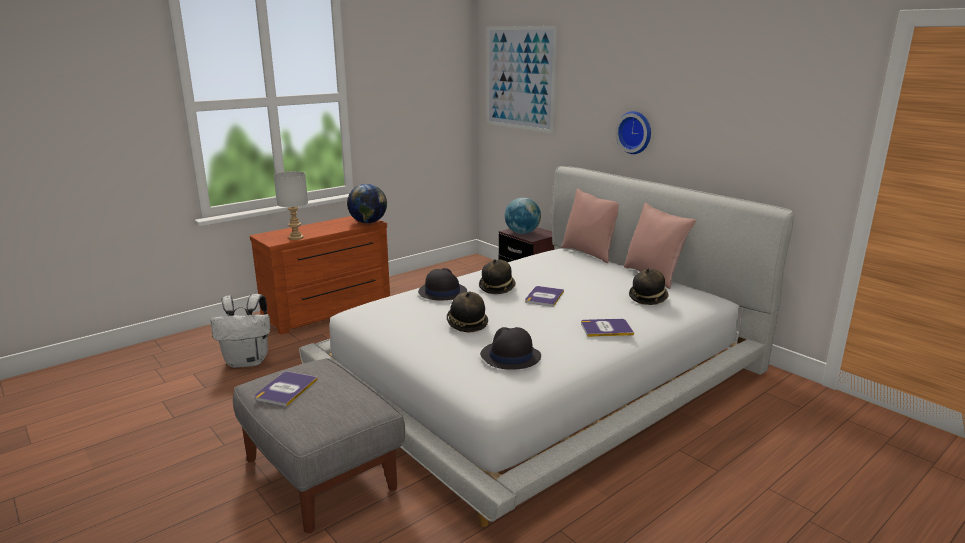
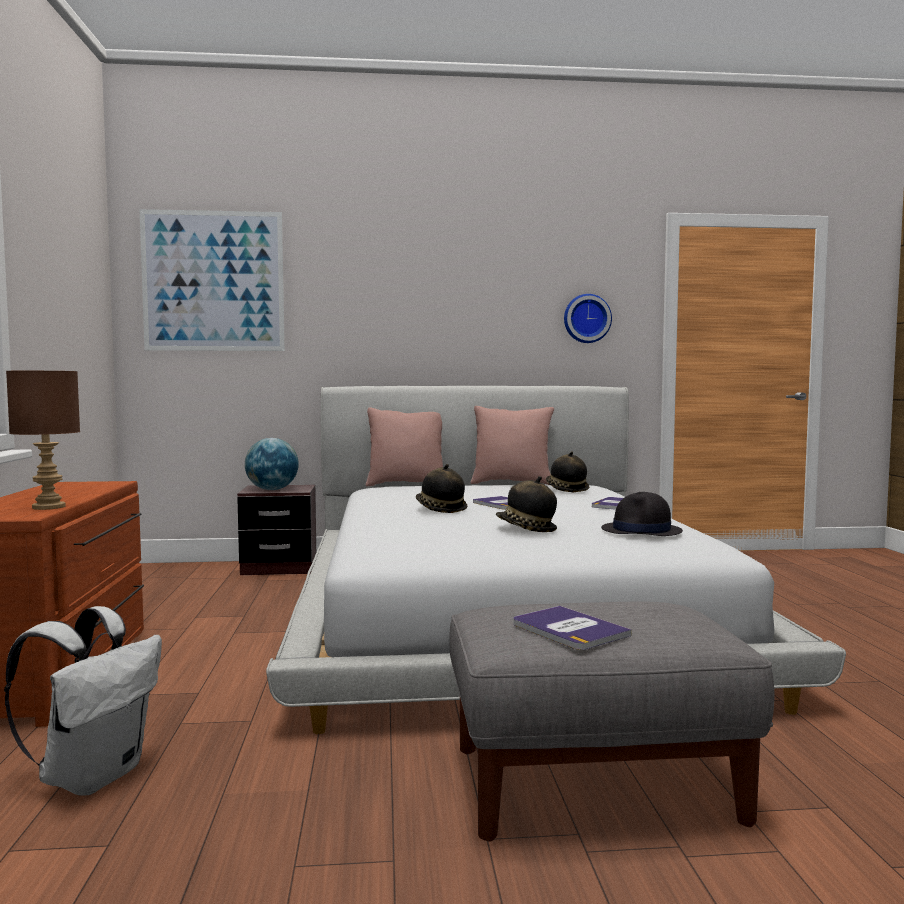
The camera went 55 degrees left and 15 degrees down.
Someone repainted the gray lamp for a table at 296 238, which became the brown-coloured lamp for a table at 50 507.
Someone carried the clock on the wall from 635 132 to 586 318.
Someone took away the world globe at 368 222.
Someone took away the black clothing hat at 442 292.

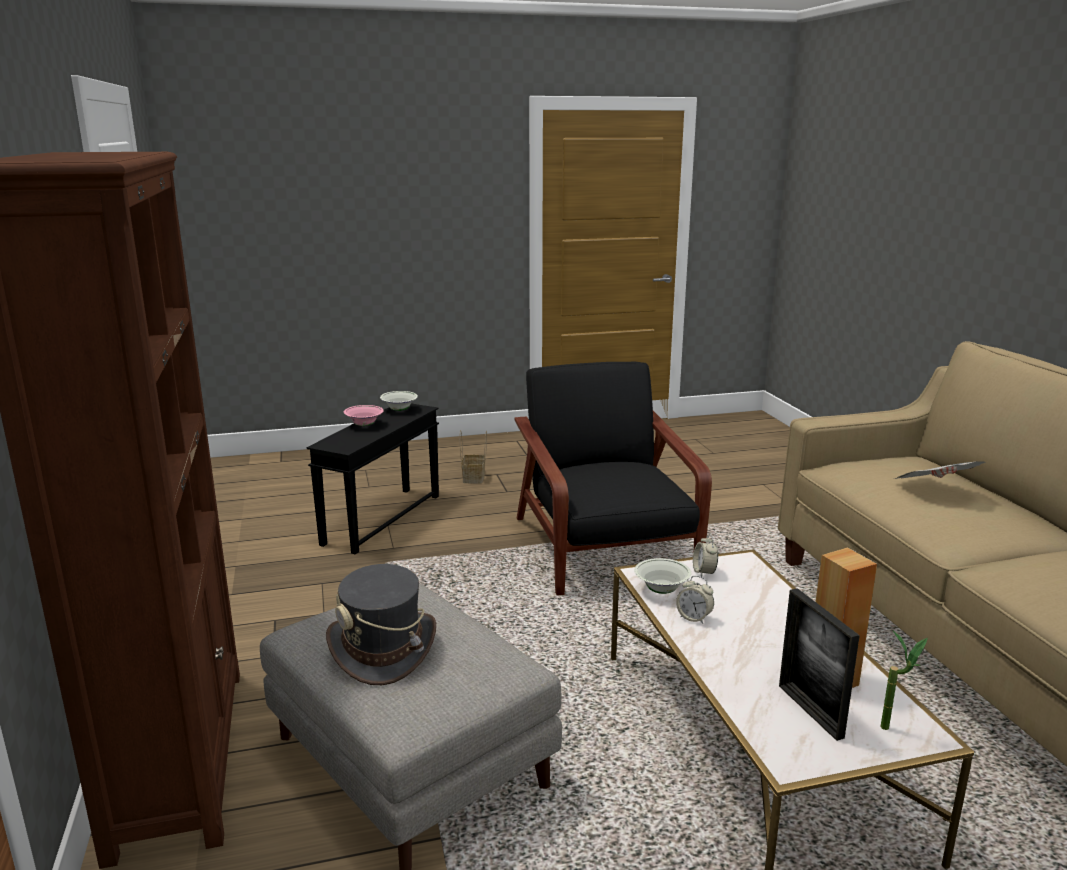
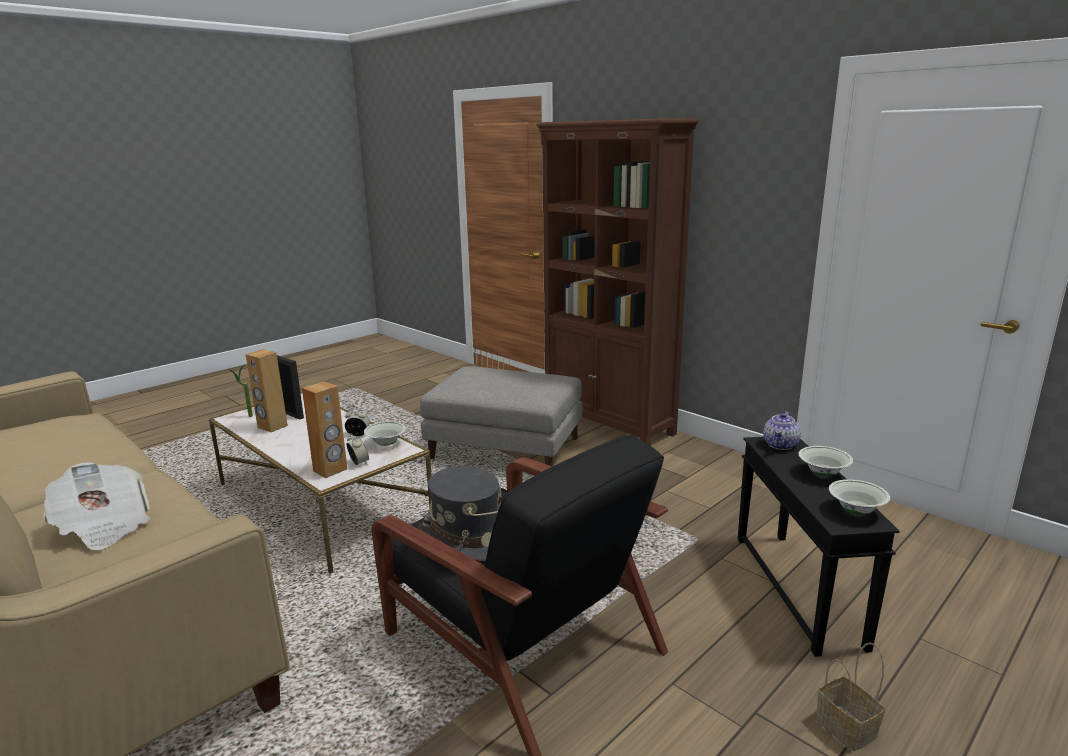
The camera went 150 degrees right and 0 degrees up.
Someone put down the brown-coloured audio speaker at 330 470.
Someone carried the gray clothing hat from 383 649 to 466 536.
Someone put down the teapot at 781 445.
Someone repainted the pink-coloured deep dish at 364 425, which became the white-coloured deep dish at 823 474.

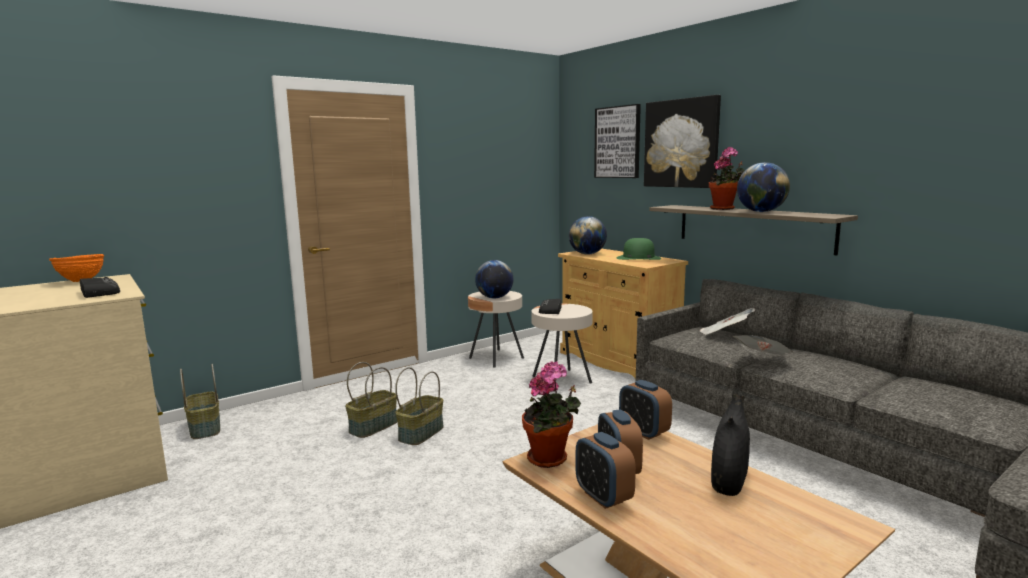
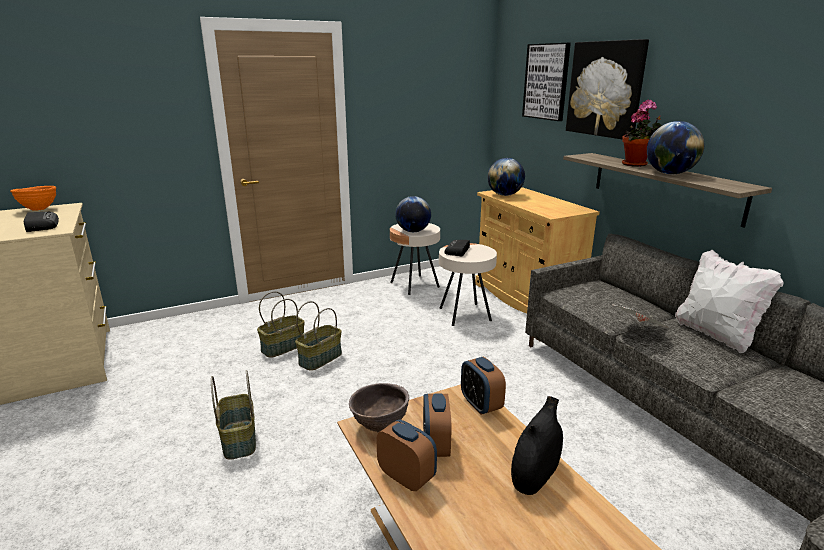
The camera went 10 degrees right and 10 degrees up.
Someone carried the household basket from 204 428 to 238 439.
Someone swapped the plant in a pot at 550 460 for the brown-coloured deep dish at 379 426.
Someone rotated the bedside clock at 603 497 by 150 degrees clockwise.
Someone put down the white-coloured pillow at 715 335.
Someone took away the green-coloured clothing hat at 638 258.
Someone took away the daily paper at 724 335.

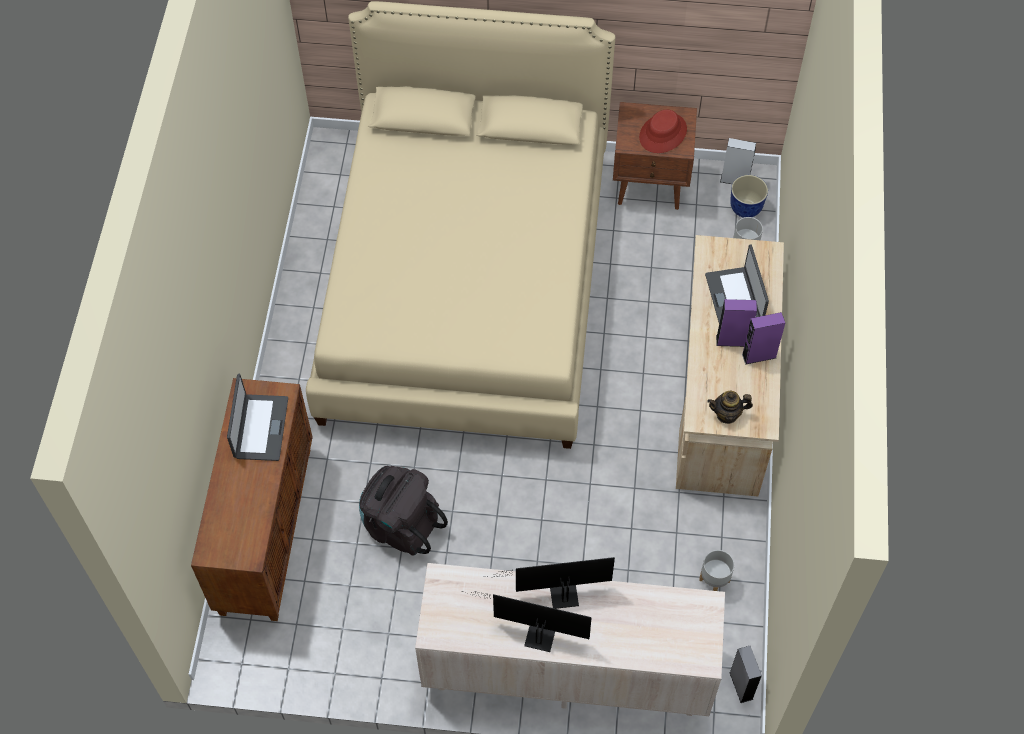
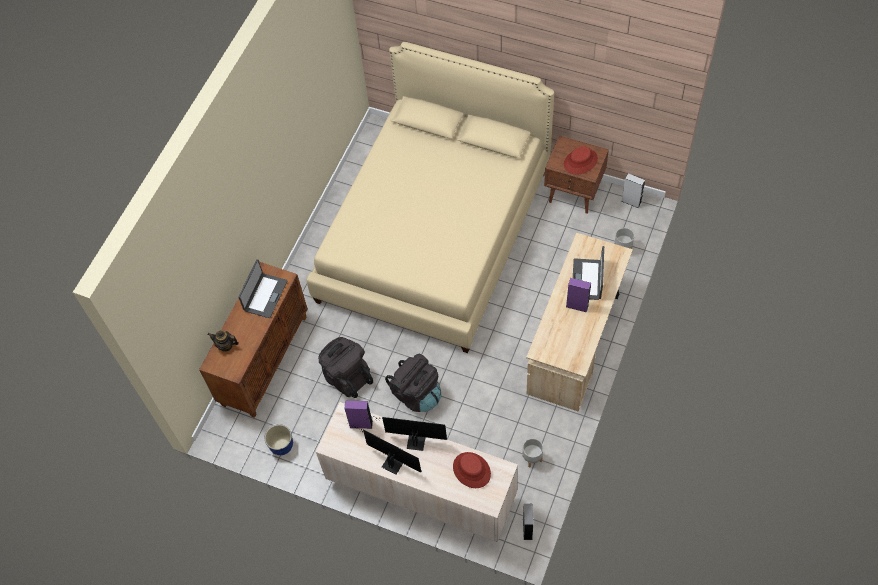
The camera went 20 degrees right and 0 degrees up.
Someone carried the teapot from 727 414 to 226 345.
Someone carried the plant pot from 746 208 to 282 446.
Someone carried the purple audio speaker from 759 356 to 361 424.
Someone put down the black backpack at 416 394.
Someone put down the red-coloured clothing hat at 471 470.

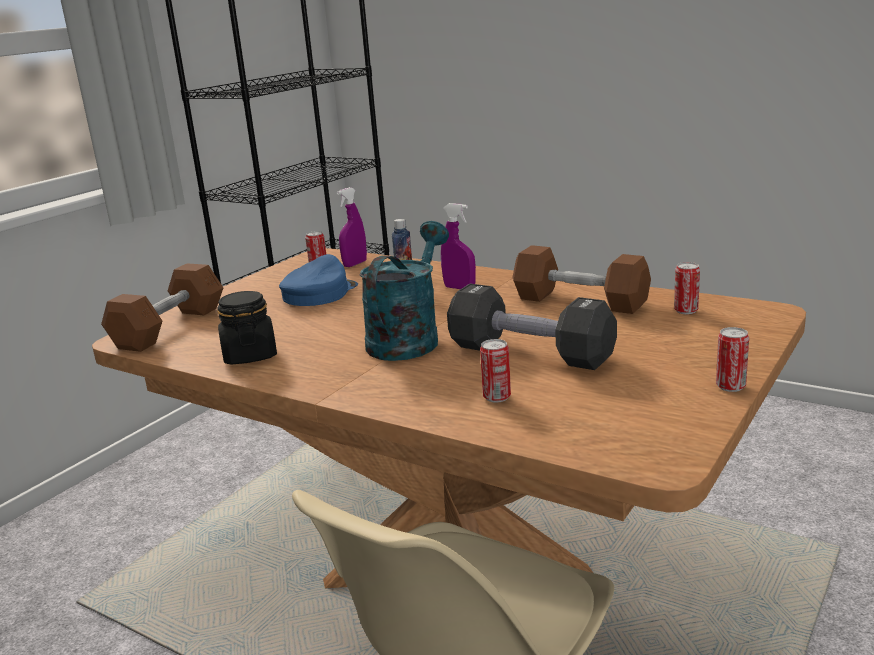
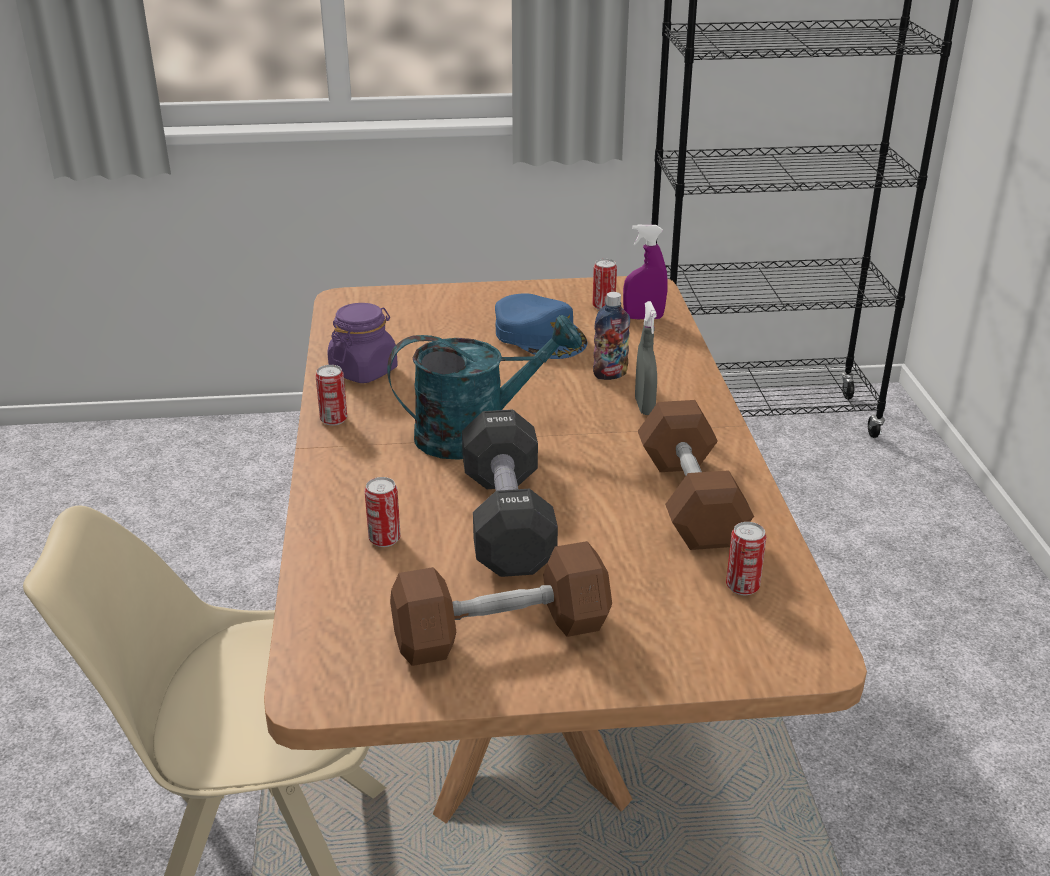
The camera went 50 degrees right and 10 degrees up.
Someone carried the can from 730 386 to 333 419.
Someone repainted the black storage jar at 250 355, which became the purple storage jar at 364 371.
Someone carried the brown-coloured dumbbell from 169 327 to 501 633.
Someone rotated the blue baseball cap at 319 293 by 60 degrees clockwise.
Someone repainted the purple sprayer at 459 288, which became the gray sprayer at 644 406.

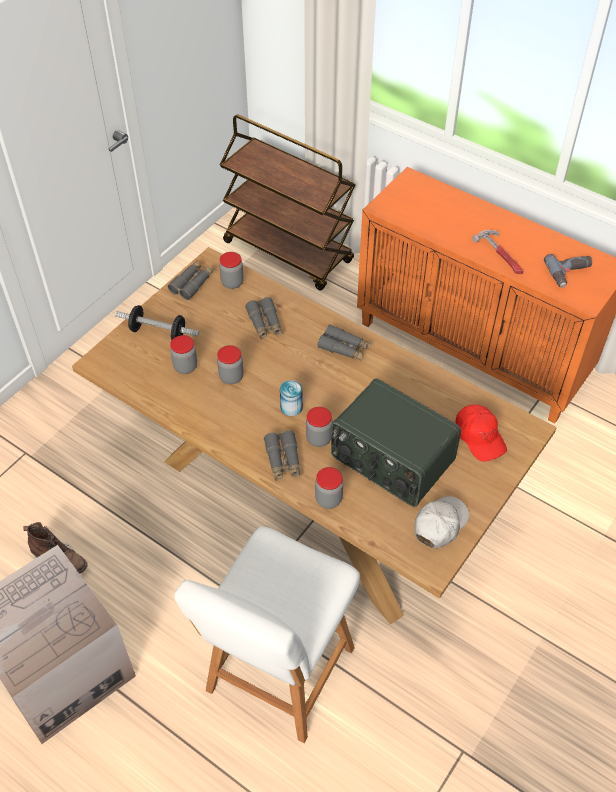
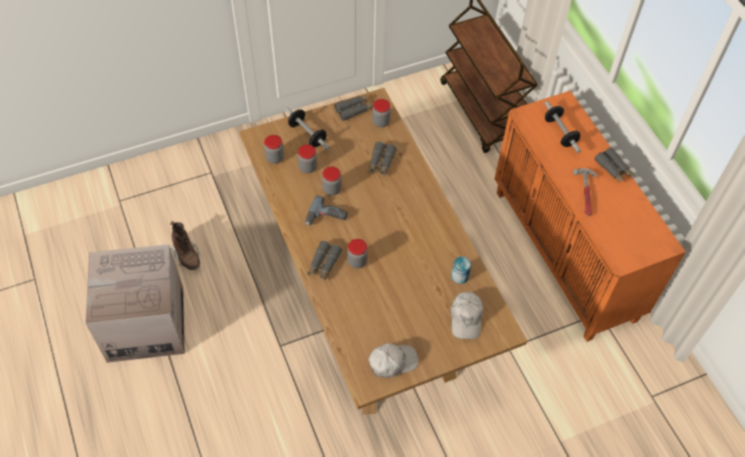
The camera went 30 degrees right and 5 degrees up.
Someone carried the storage jar from 328 499 to 275 158.
Someone carried the drill from 570 274 to 326 218.
Someone repainted the red-coloured baseball cap at 479 437, which became the white-coloured baseball cap at 466 318.
Someone carried the can from 291 407 to 460 276.
Someone put down the dumbbell at 560 133.
Someone carried the gray field glasses from 344 348 to 613 169.
Someone took away the white-coloured upright chair at 278 674.
Someone took away the radio at 391 460.

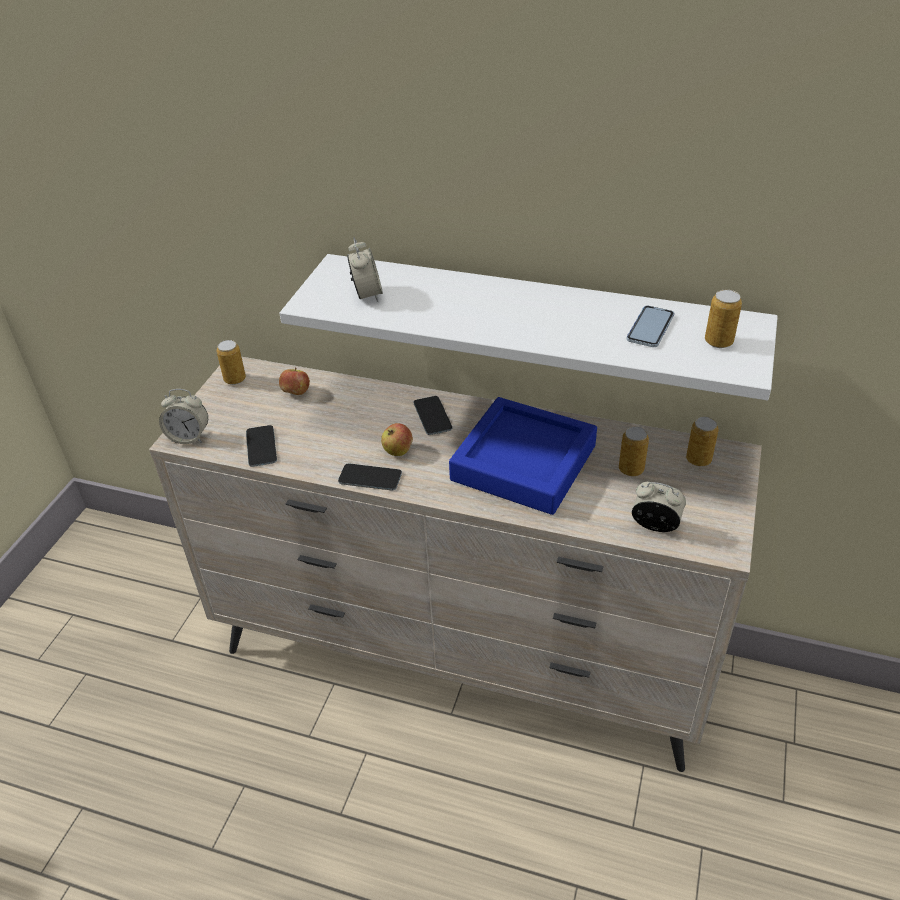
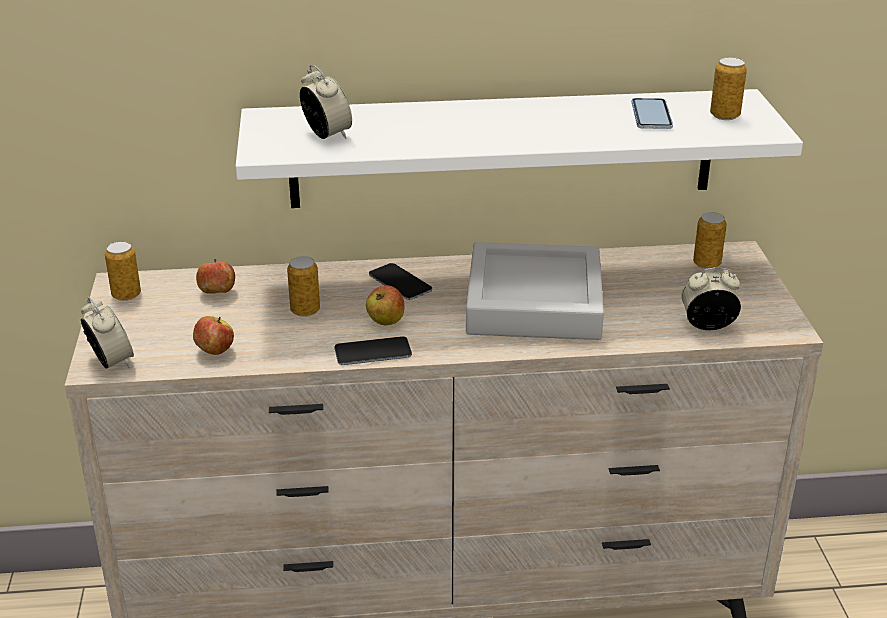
The camera went 25 degrees left and 10 degrees down.
Someone rotated the bedside clock at 189 437 by 105 degrees counterclockwise.
Someone swapped the phone at 261 446 for the apple fruit at 214 351.
Someone carried the can from 631 469 to 305 311.
Someone repainted the blue tray at 523 463, which became the gray tray at 534 303.

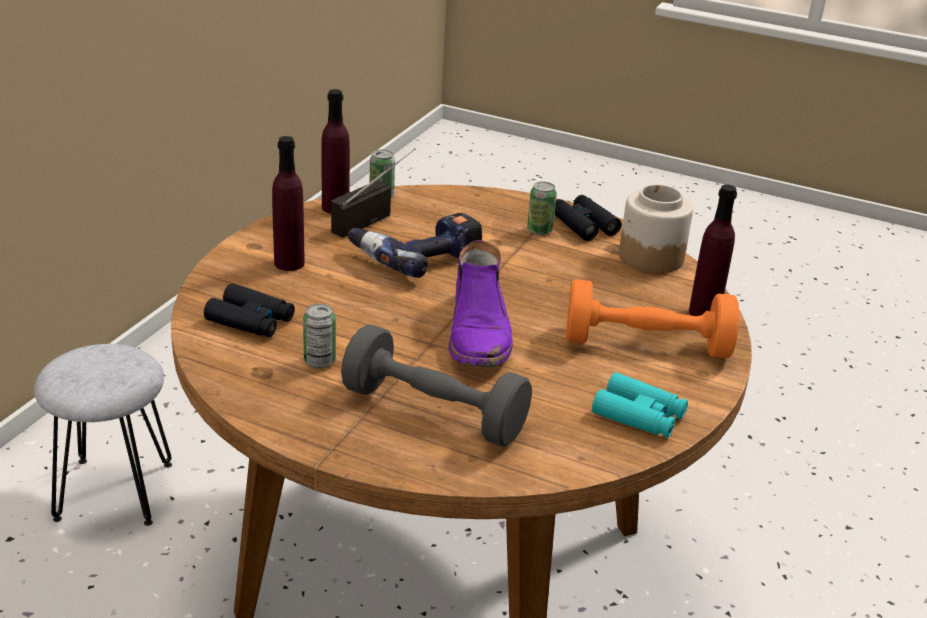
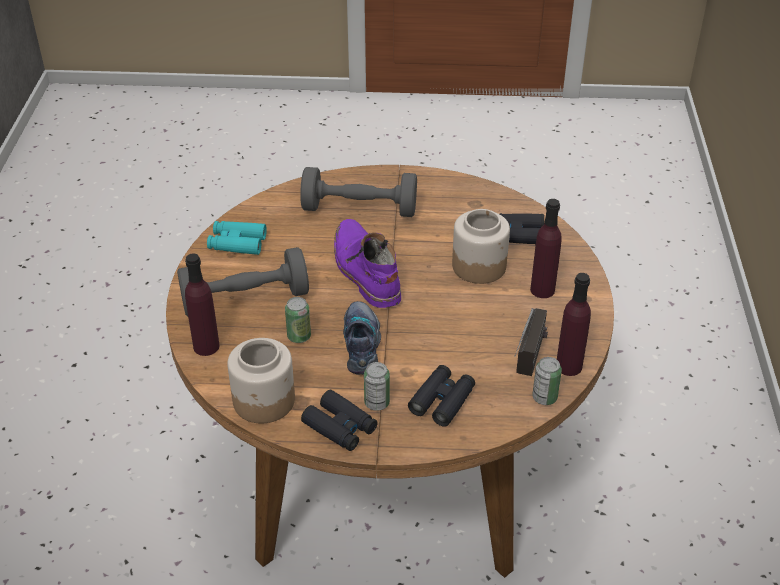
The camera went 160 degrees right and 10 degrees up.
Someone repainted the orange-coloured dumbbell at 646 345, which became the gray dumbbell at 245 299.
Someone carried the can from 319 361 to 299 336.
Someone put down the item of footwear at 362 344.
Someone put down the black field glasses at 442 400.
Someone put down the storage jar at 479 266.
Someone took away the gray stool at 114 490.
Someone took away the drill at 416 255.

